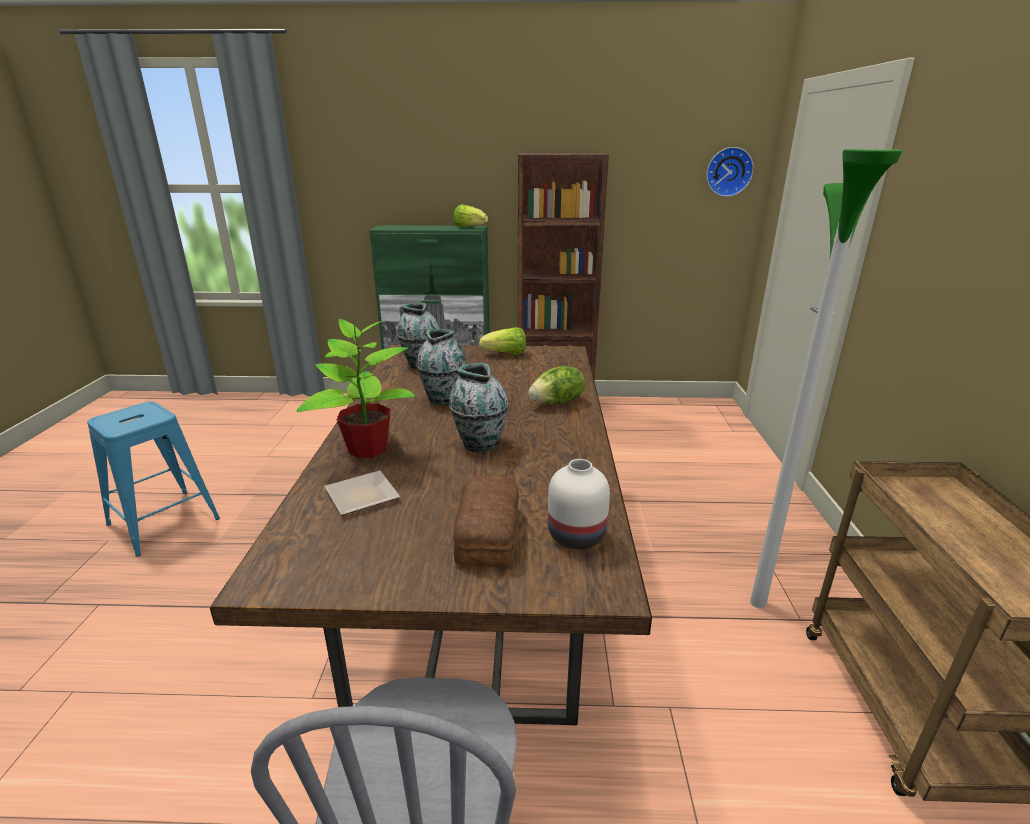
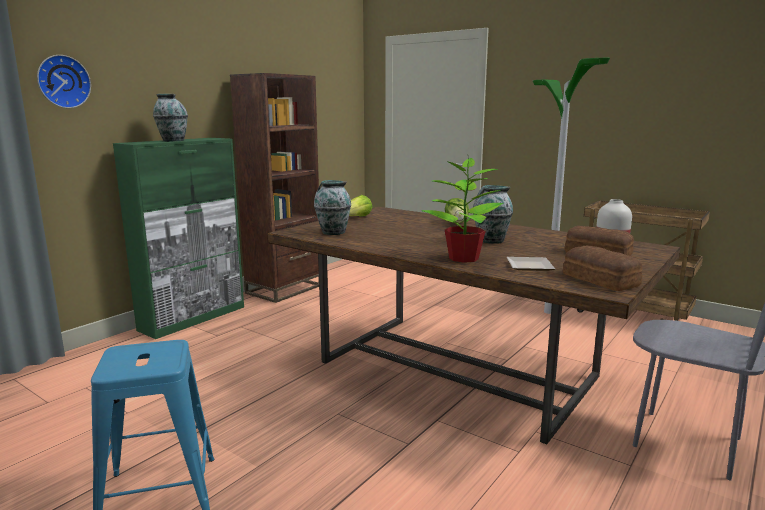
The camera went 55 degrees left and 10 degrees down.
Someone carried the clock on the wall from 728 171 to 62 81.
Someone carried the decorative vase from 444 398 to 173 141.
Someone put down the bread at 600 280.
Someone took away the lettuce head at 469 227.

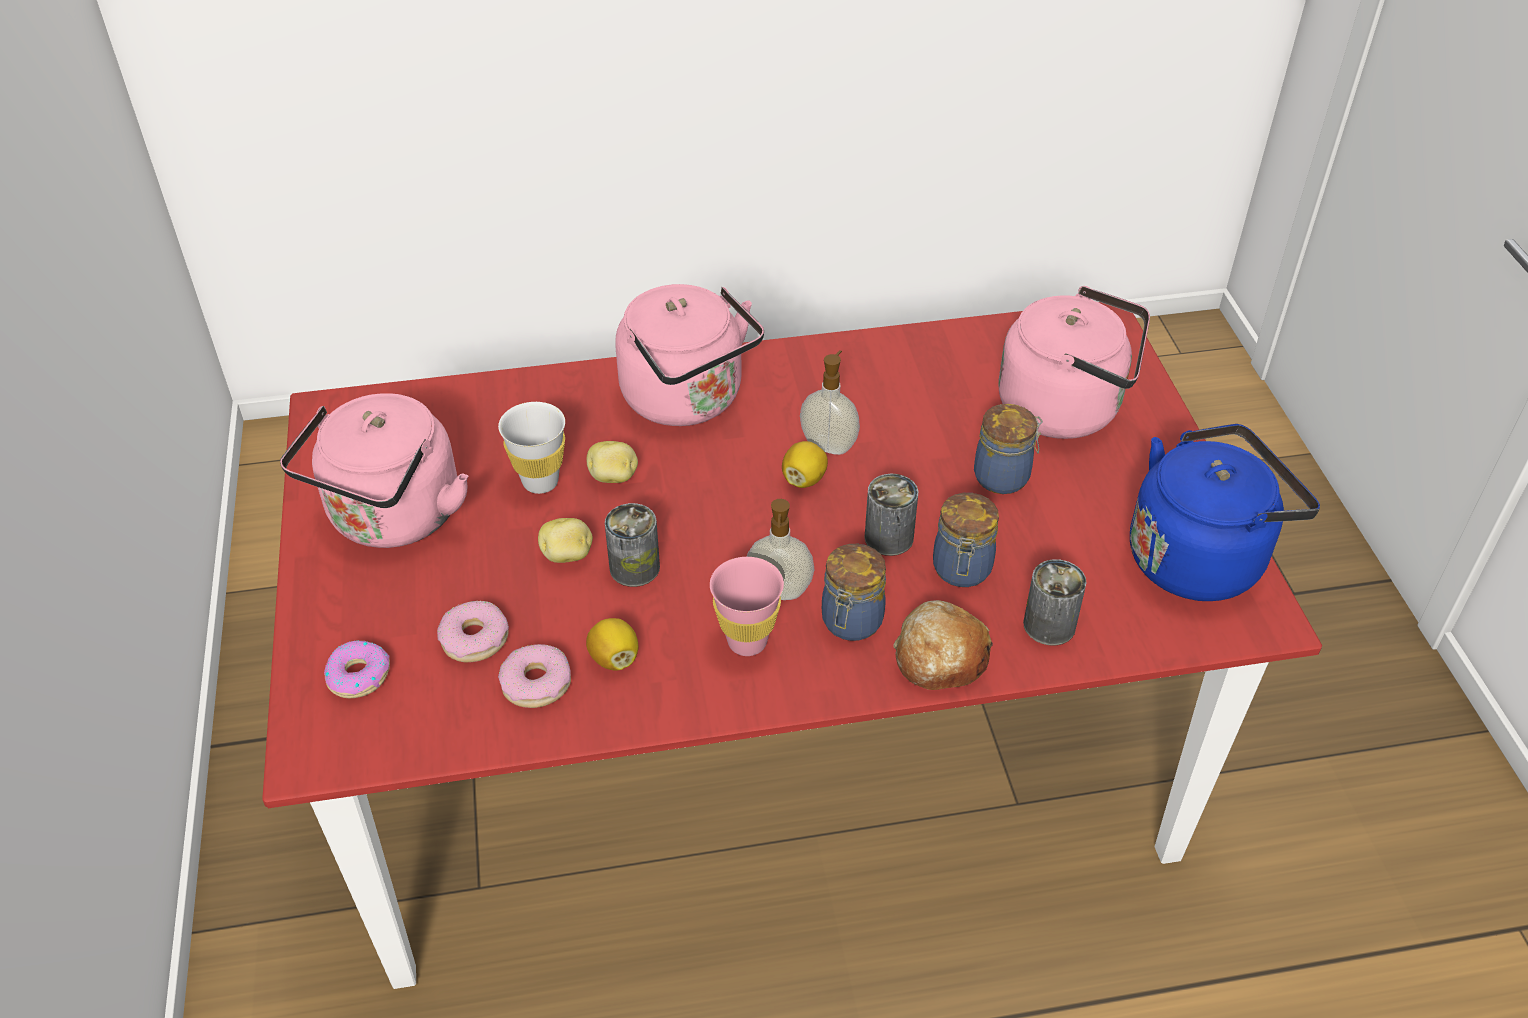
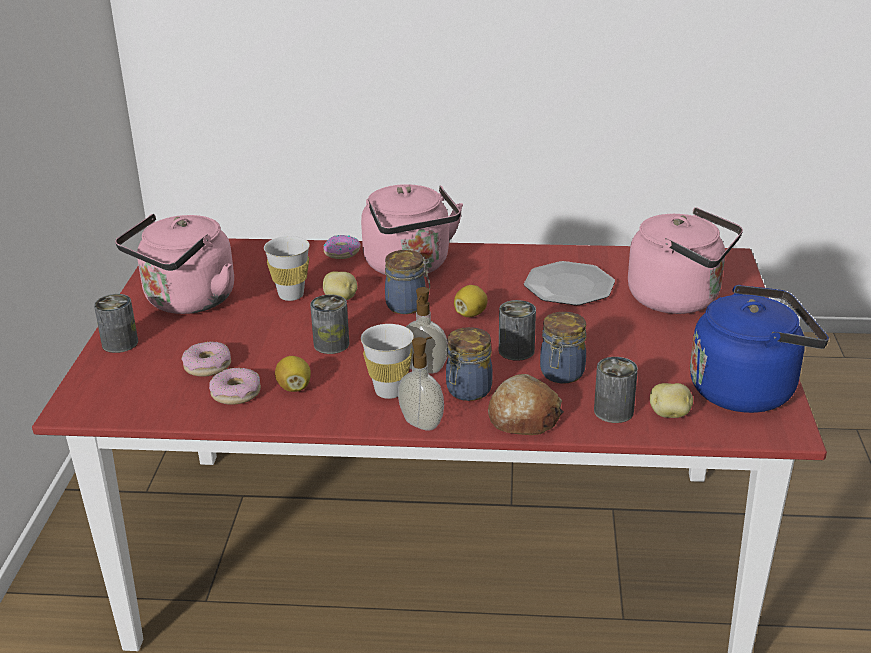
The camera went 15 degrees right and 15 degrees down.
Someone put down the can at 120 343.
Someone carried the ring doughnut from 358 675 to 341 252.
Someone repainted the pink-coloured cup at 747 642, which became the white-coloured cup at 389 391.
Someone carried the storage jar from 1004 476 to 408 306.
Someone carried the soap dispenser from 829 445 to 422 423.
Someone put down the plate at 569 286.
Someone carried the potato from 568 555 to 670 414.

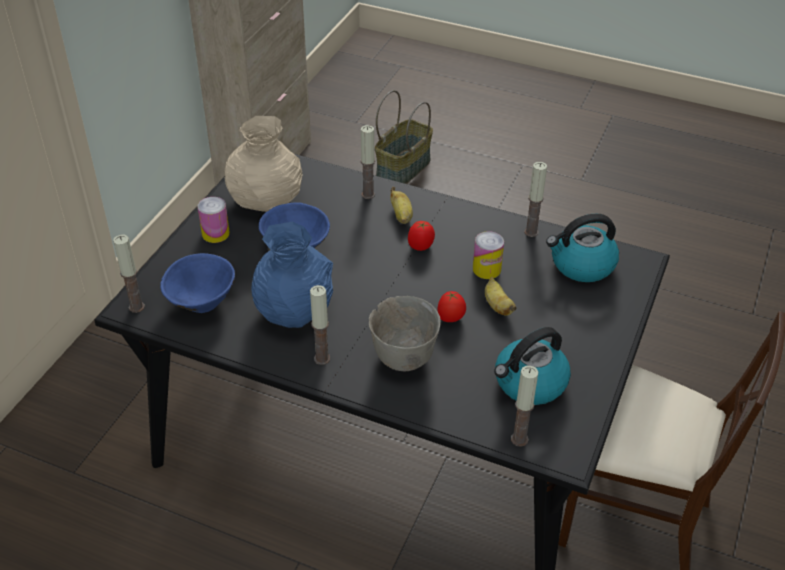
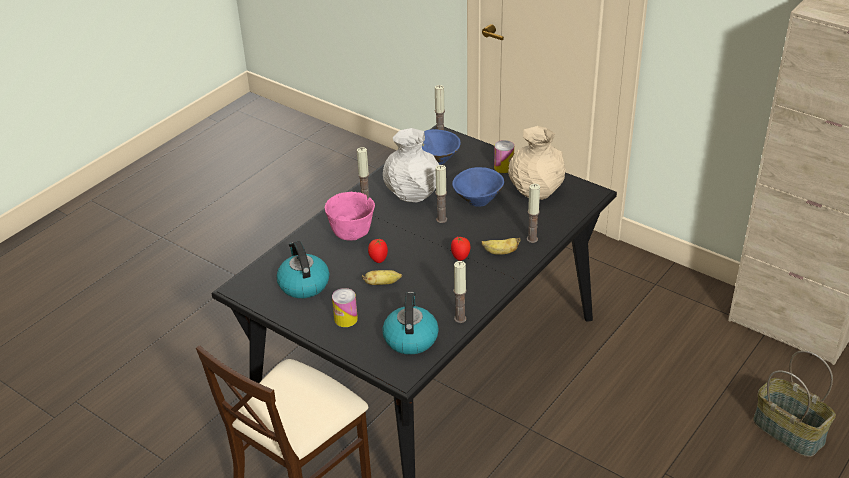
The camera went 105 degrees right and 5 degrees down.
Someone repainted the gray deep dish at 403 356, which became the pink-coloured deep dish at 352 233.
Someone carried the can from 486 269 to 346 319.
Someone repainted the blue decorative vase at 294 310, which became the white-coloured decorative vase at 414 194.
Someone carried the wax candle from 519 439 to 441 219.

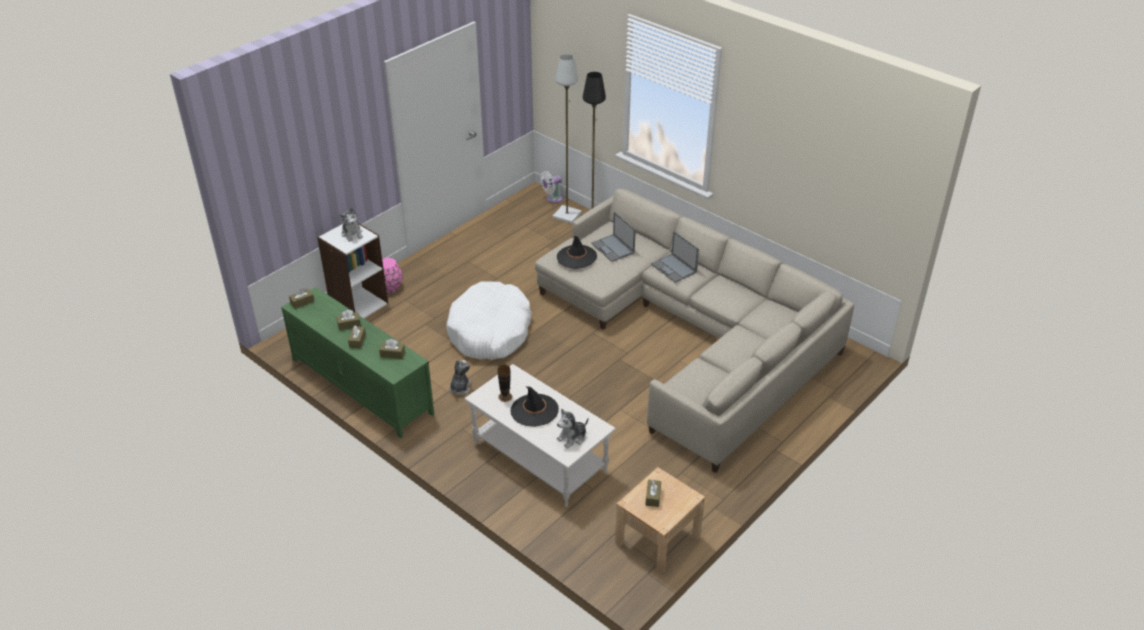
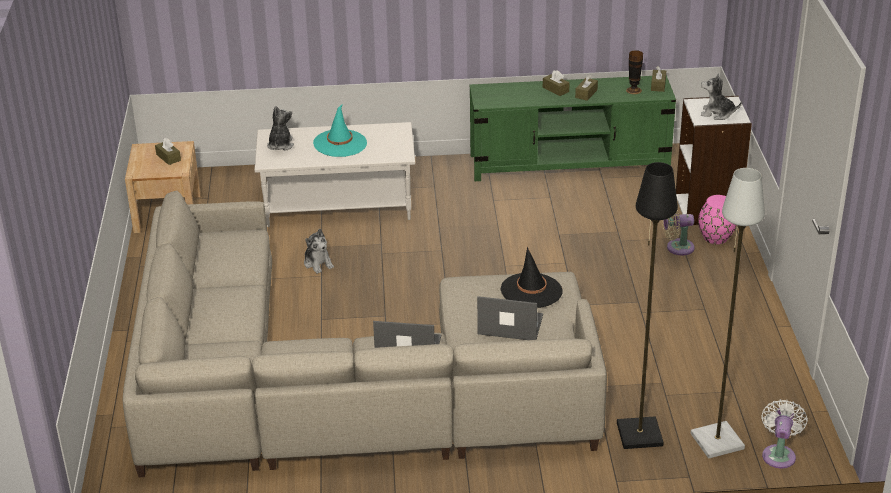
The camera went 135 degrees right and 5 degrees down.
Someone carried the plush toy from 460 388 to 318 263.
Someone repainted the black clothing hat at 534 410, which became the turquoise clothing hat at 340 143.
Someone carried the decorative vase from 505 396 to 633 90.
Someone put down the sand-coloured cooling fan at 677 247.
Someone took away the brown-coloured box of tissues at 392 354.
Someone took away the white-coloured dog cushion at 490 331.

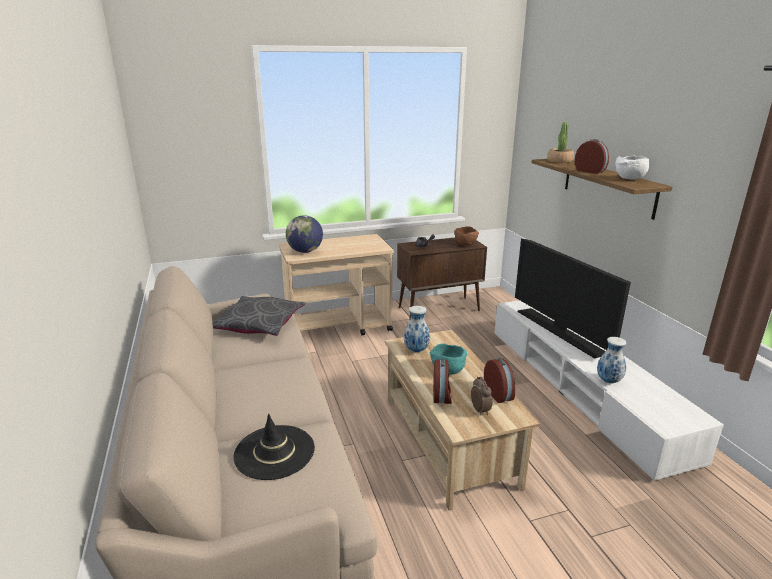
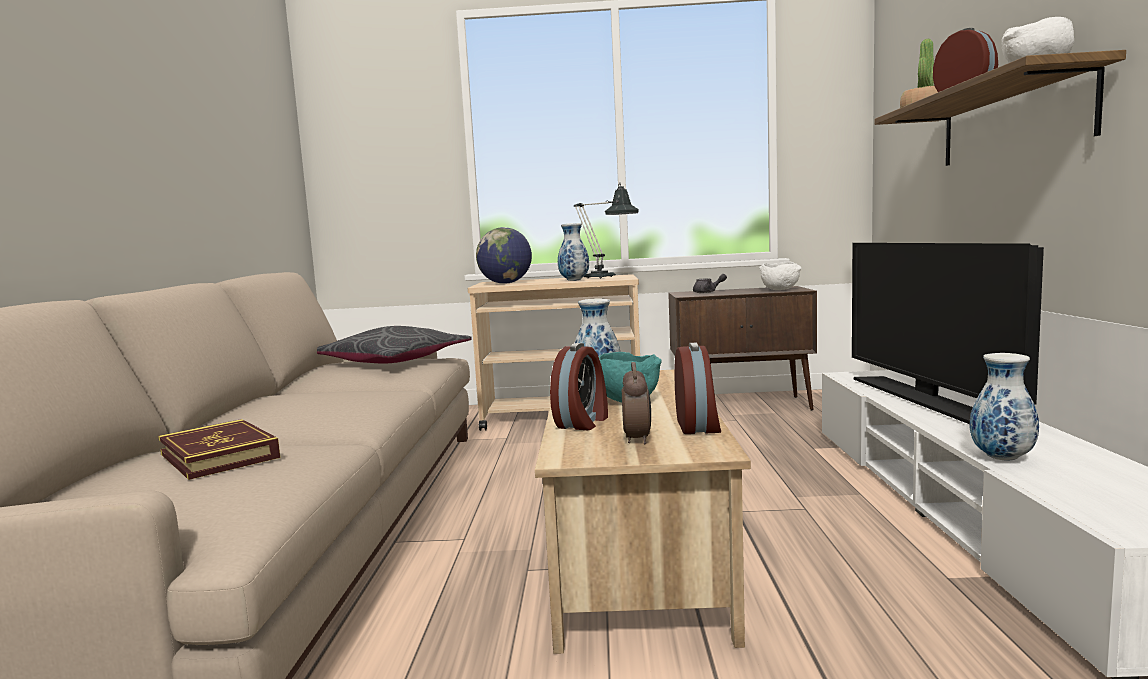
The camera went 20 degrees right and 15 degrees down.
Someone swapped the black clothing hat at 274 452 for the bound book at 219 456.
Someone put down the decorative vase at 573 280.
Someone put down the lamp for a table at 605 277.
Someone repainted the brown-coloured deep dish at 466 244, which became the white-coloured deep dish at 781 290.

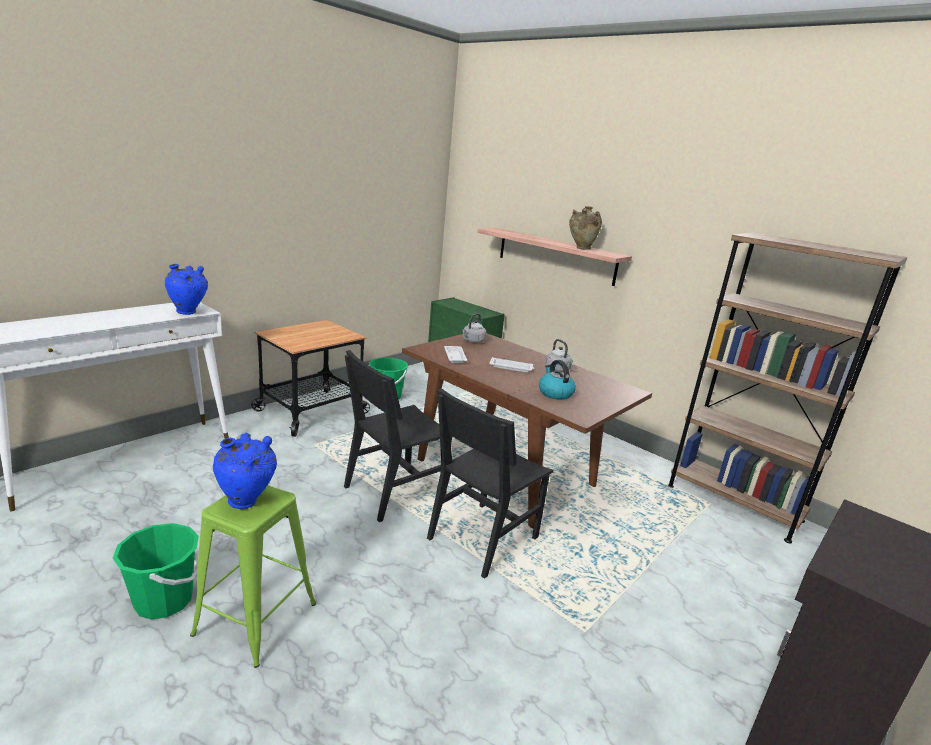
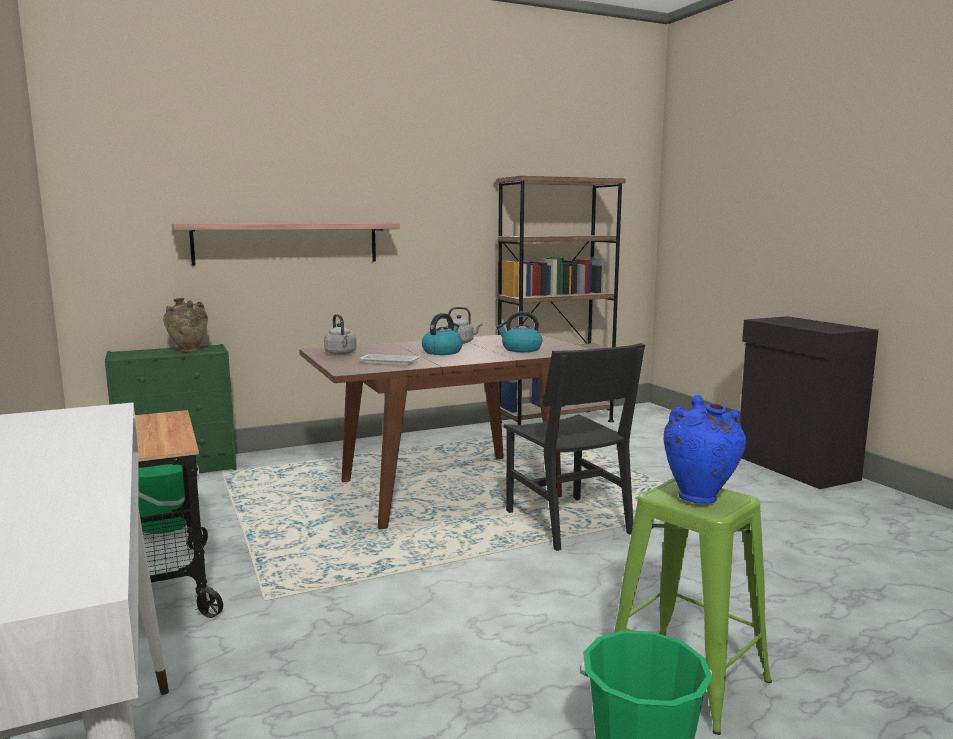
The camera went 65 degrees left and 10 degrees down.
Someone carried the sand-coloured decorative vase from 581 248 to 188 351.
Someone swapped the white-coloured tray at 511 367 for the tea kettle at 442 352.
Someone took away the blue decorative vase at 188 313.
Someone took away the black upright chair at 394 491.

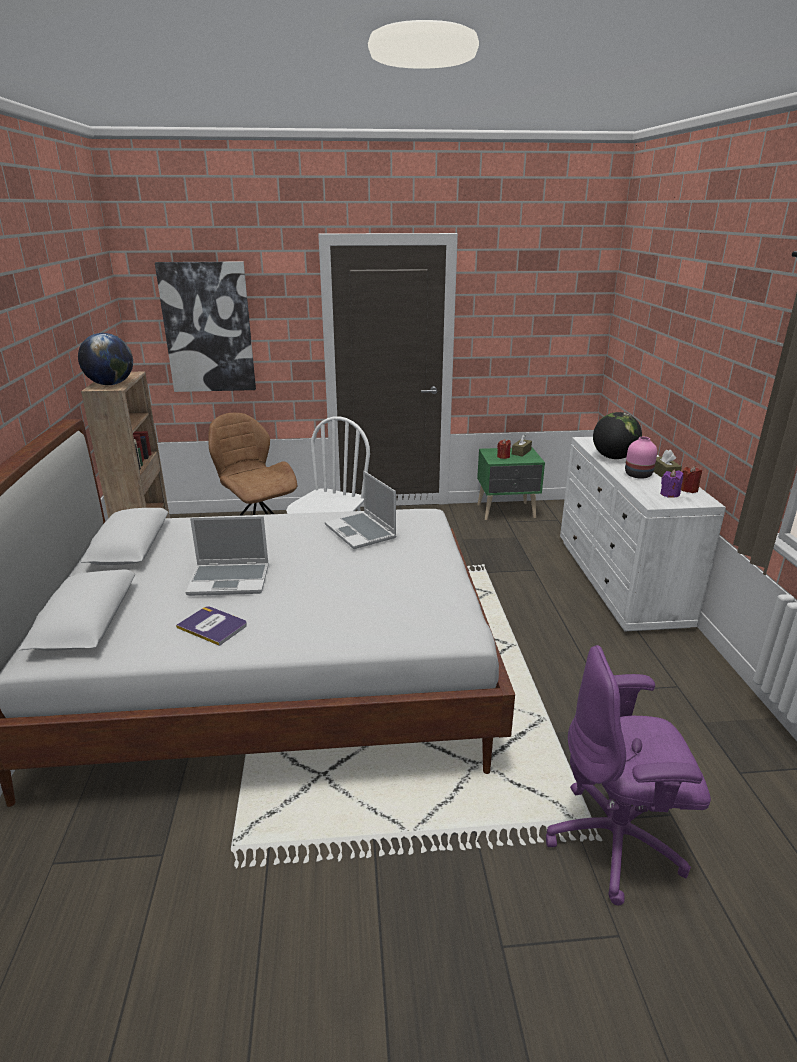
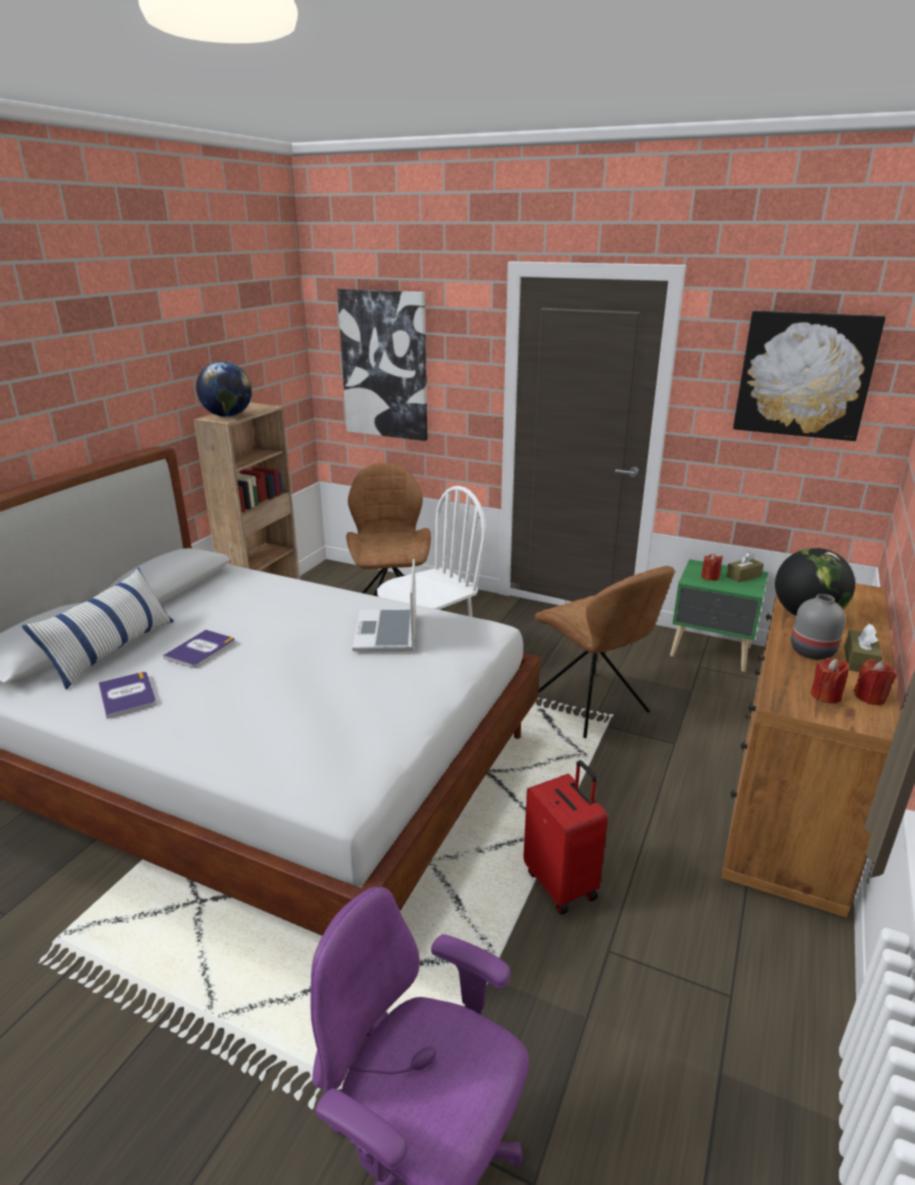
The camera went 30 degrees right and 0 degrees up.
Someone put down the pillow at 112 650.
Someone swapped the notebook computer at 230 580 for the bound book at 201 650.
Someone put down the red-coloured suitcase at 562 884.
Someone put down the brown-coloured upright chair at 592 706.
Someone repainted the white-coloured drawer chest at 619 581, which became the brown-coloured drawer chest at 789 800.
Someone put up the picture at 804 375.
Someone repainted the pink-coloured decorative vase at 639 475, which became the gray decorative vase at 813 652.
Someone repainted the purple wax candle at 669 494, which became the red-coloured wax candle at 825 695.

